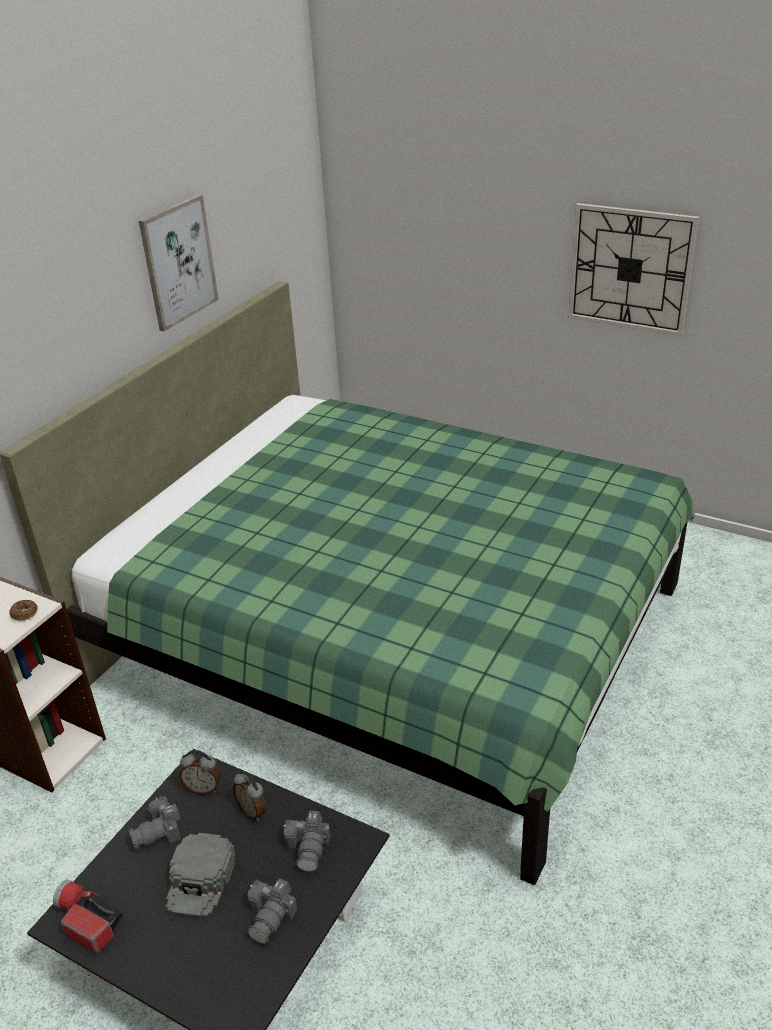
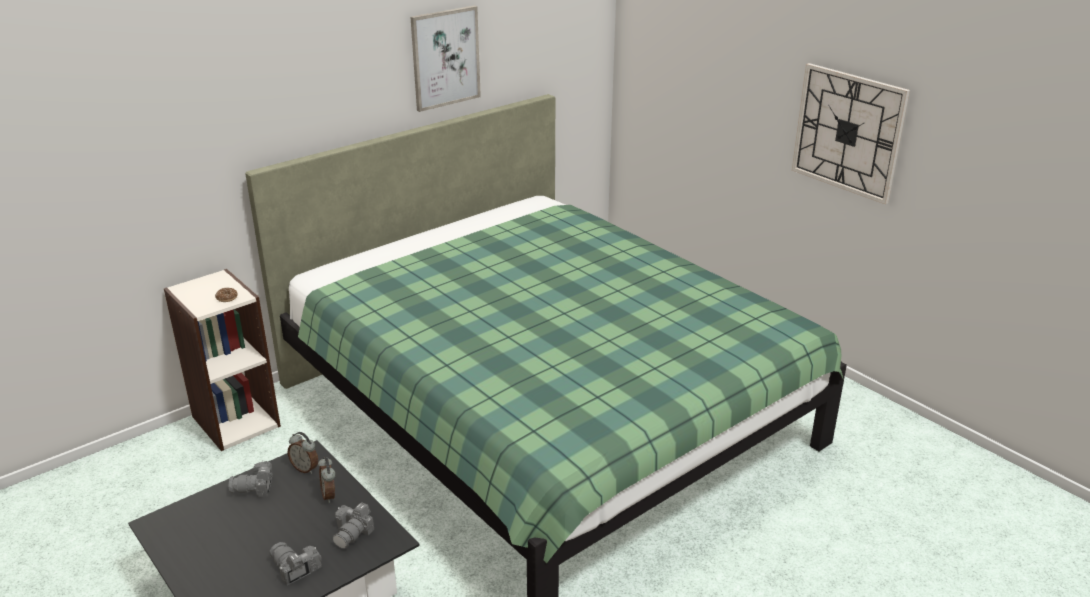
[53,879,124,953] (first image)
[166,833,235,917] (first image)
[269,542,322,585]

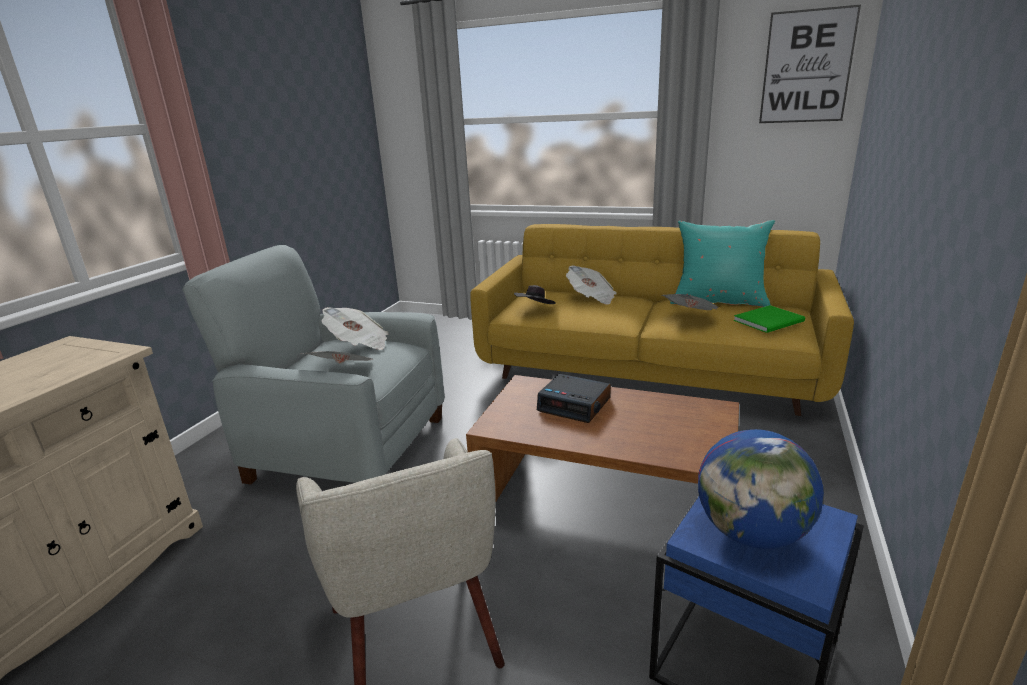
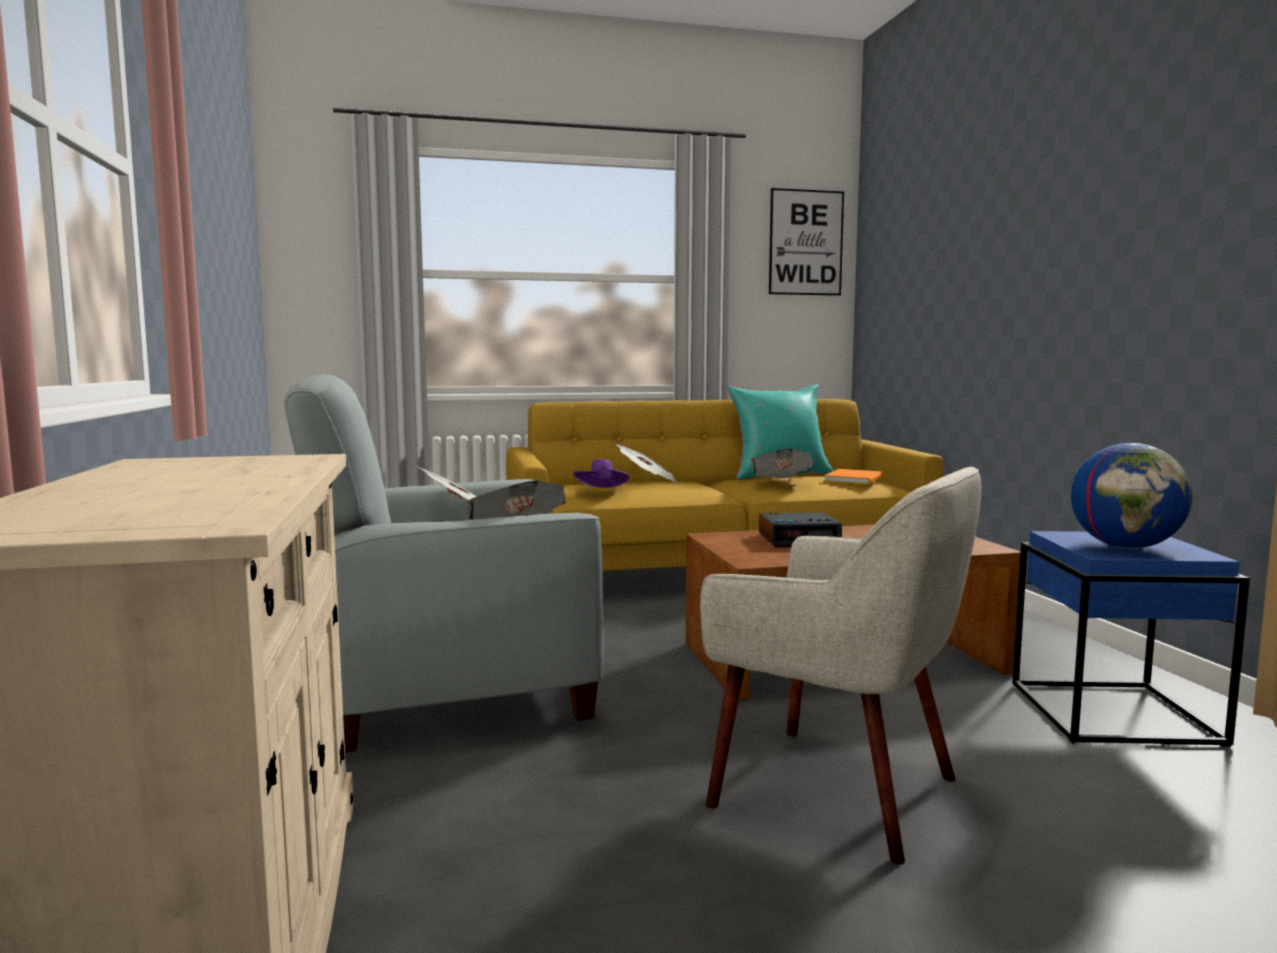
[573,459,629,488]
[824,469,883,484]

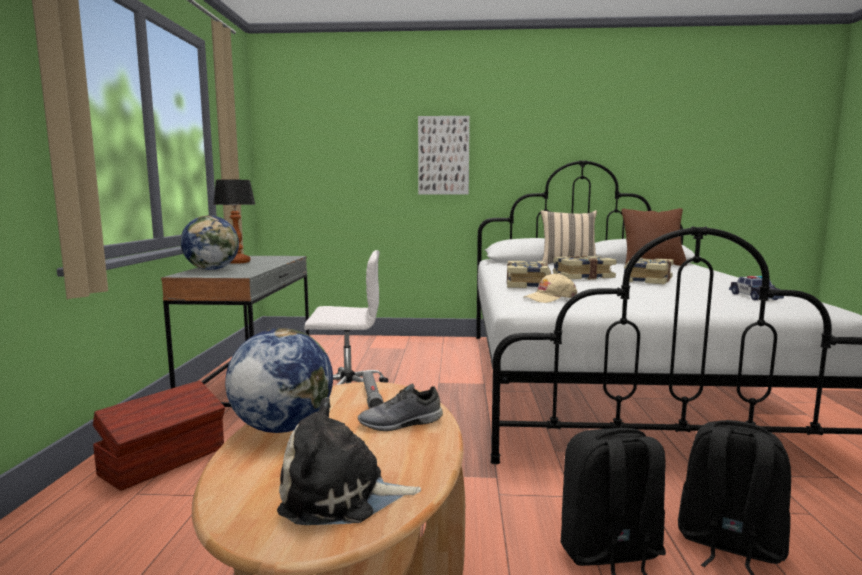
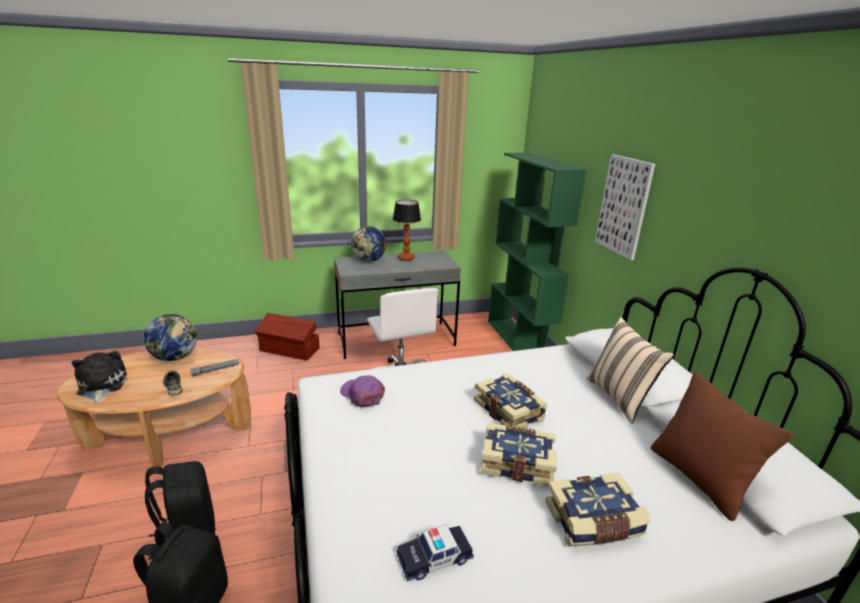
[488,153,586,351]
[545,473,650,547]
[340,375,385,408]

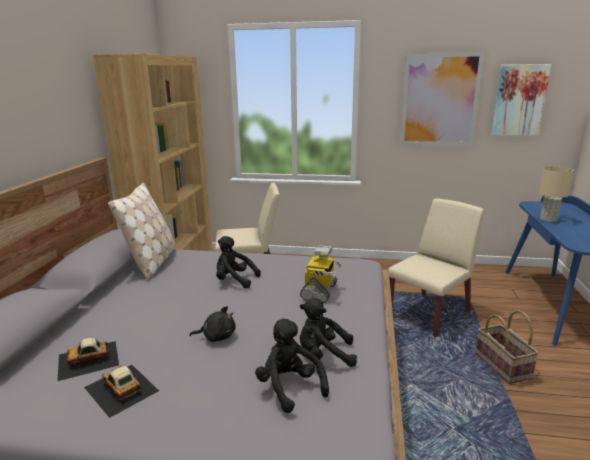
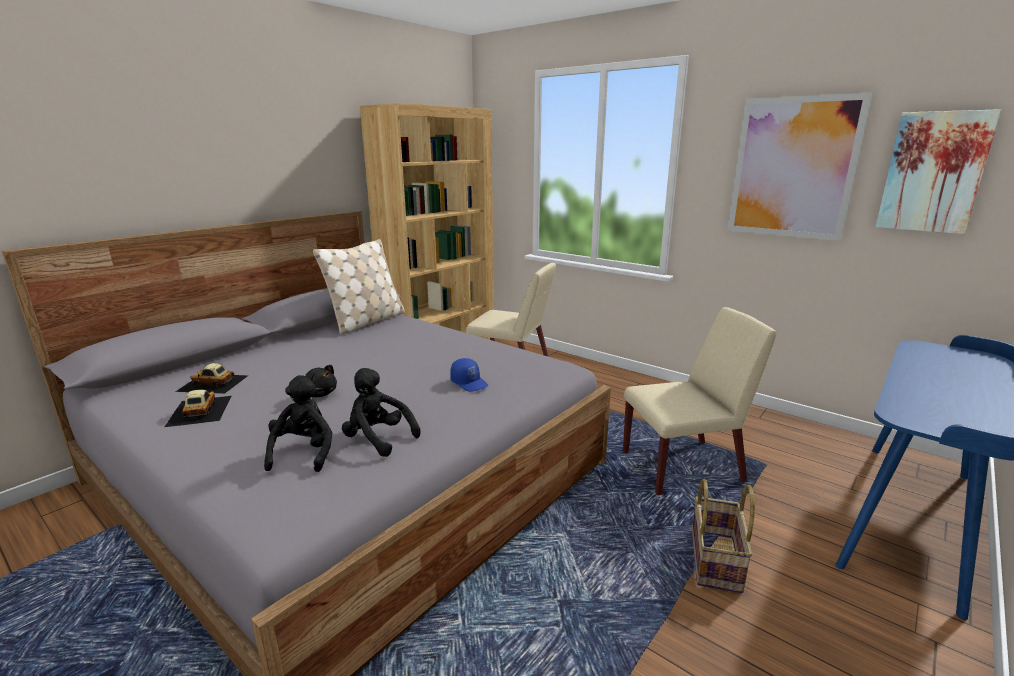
[216,236,261,288] (first image)
[539,166,574,222] (first image)
[450,358,488,392]

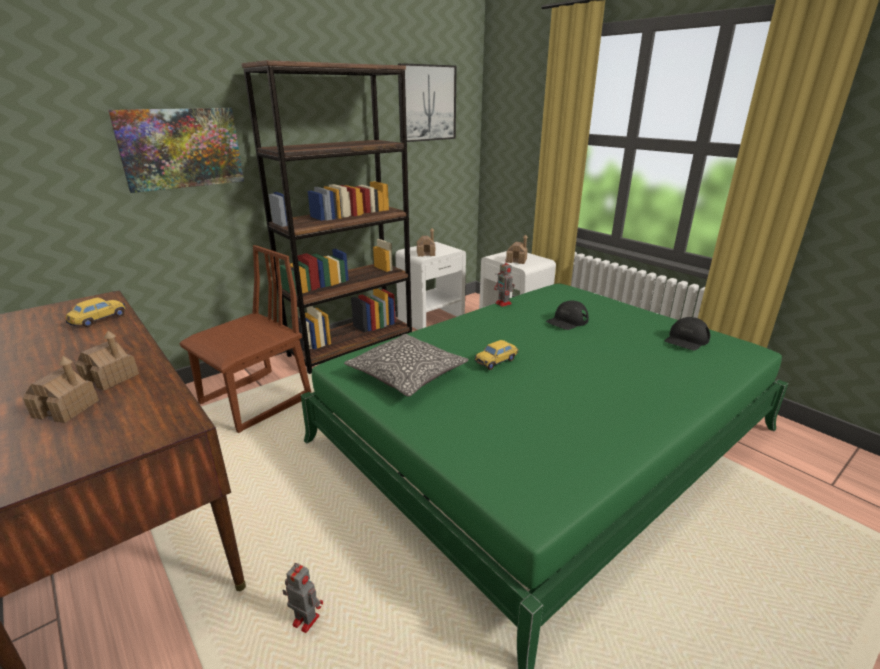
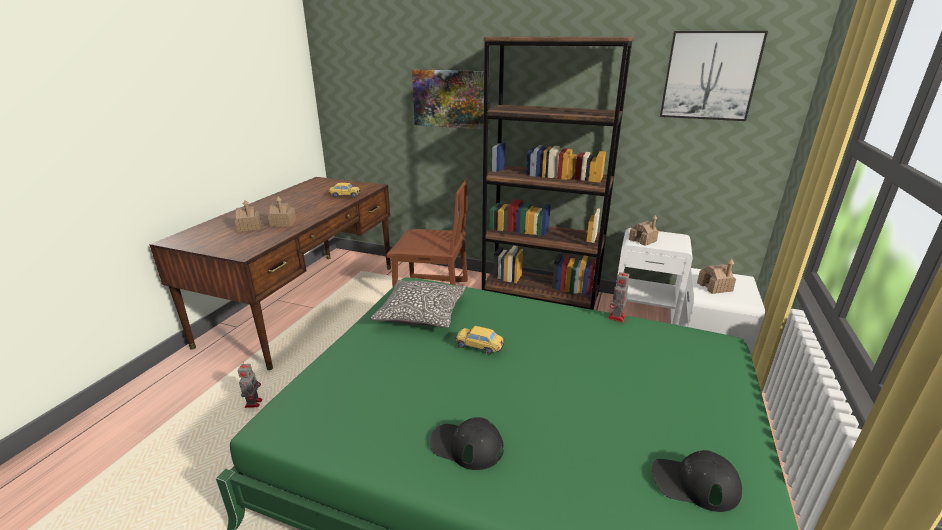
[430,417,504,470]

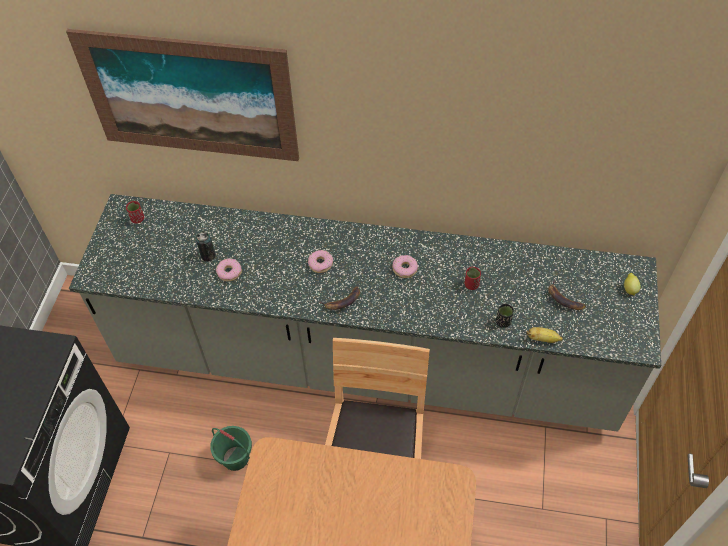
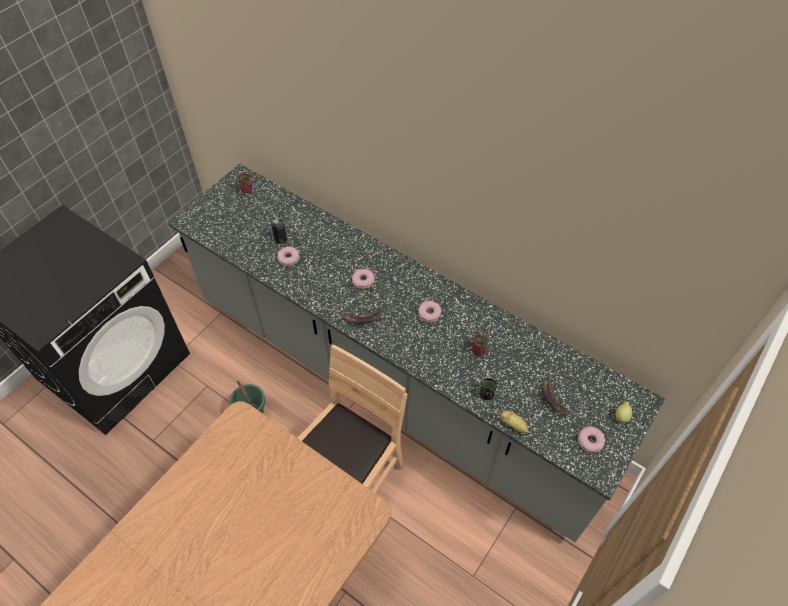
[66,29,299,161] (first image)
[578,426,605,453]

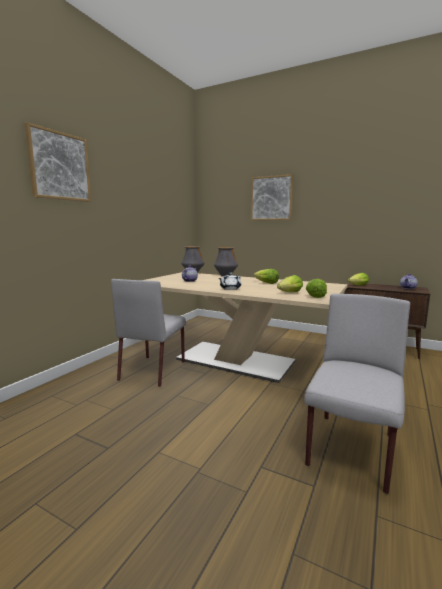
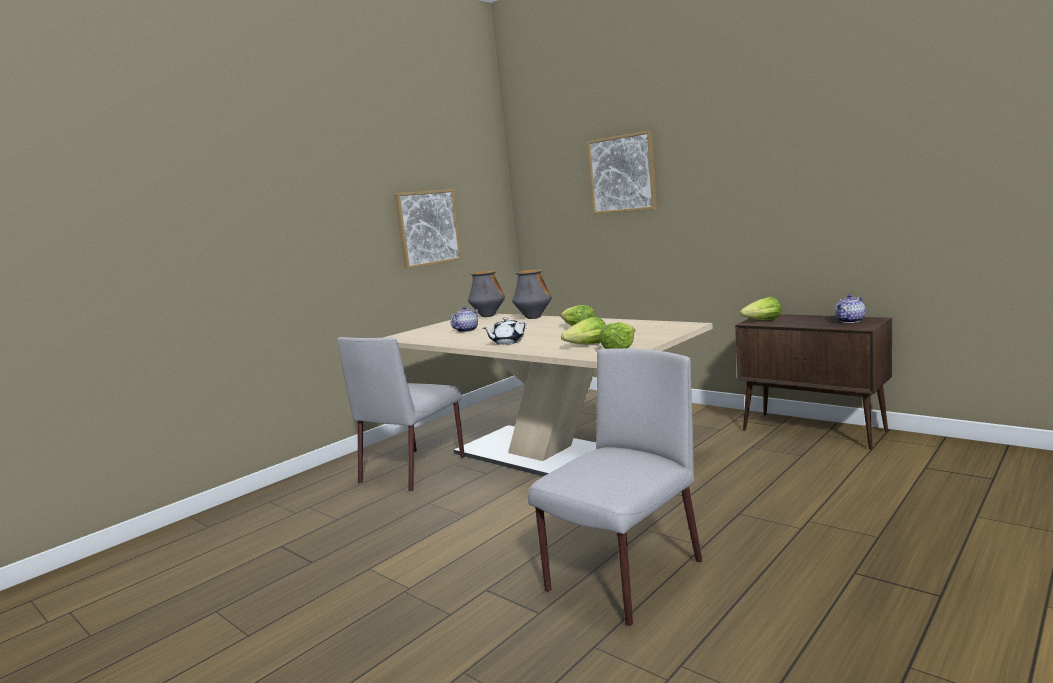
[394,189,462,269]

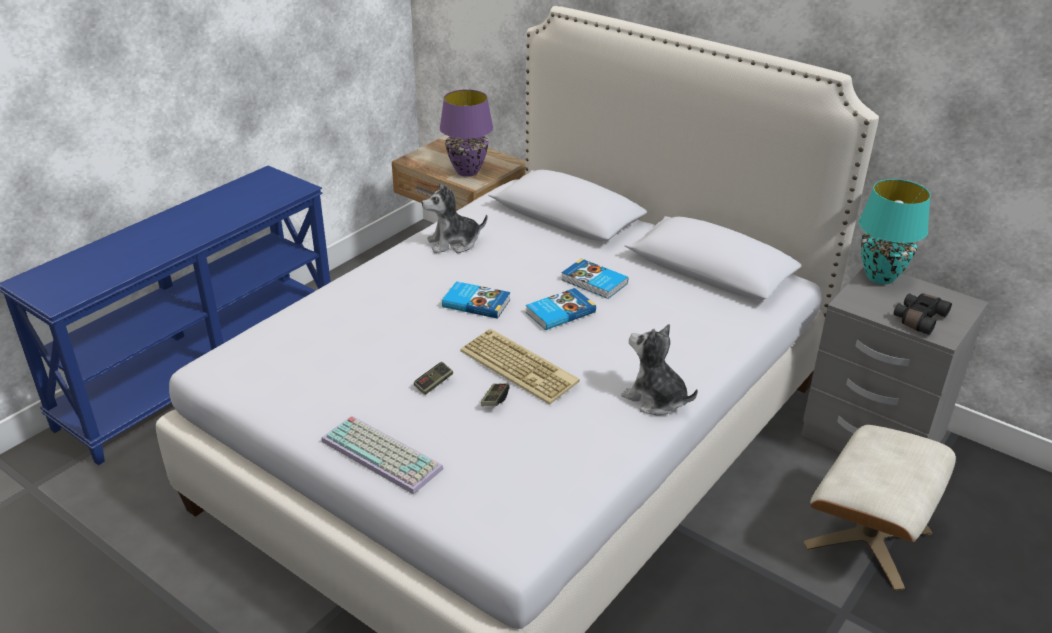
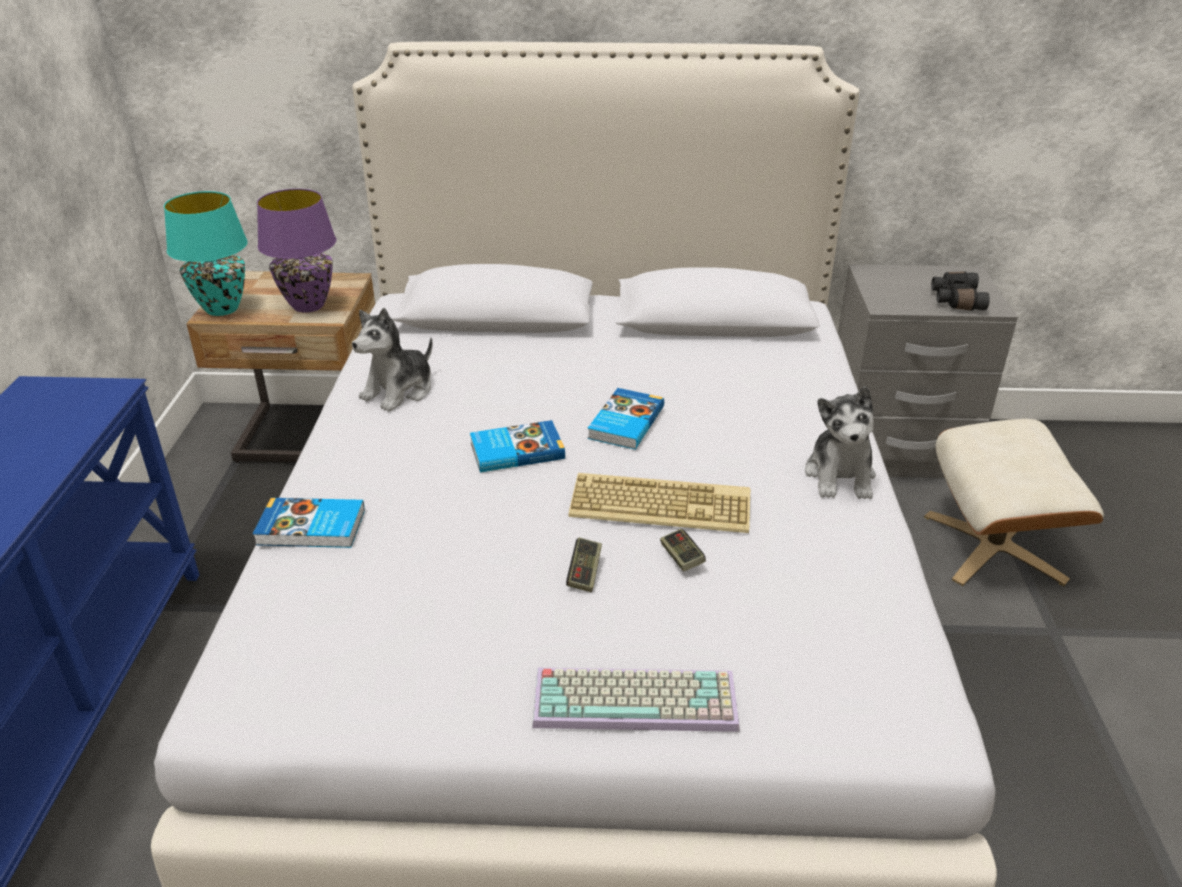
[253,498,365,548]
[164,191,248,316]
[805,386,876,499]

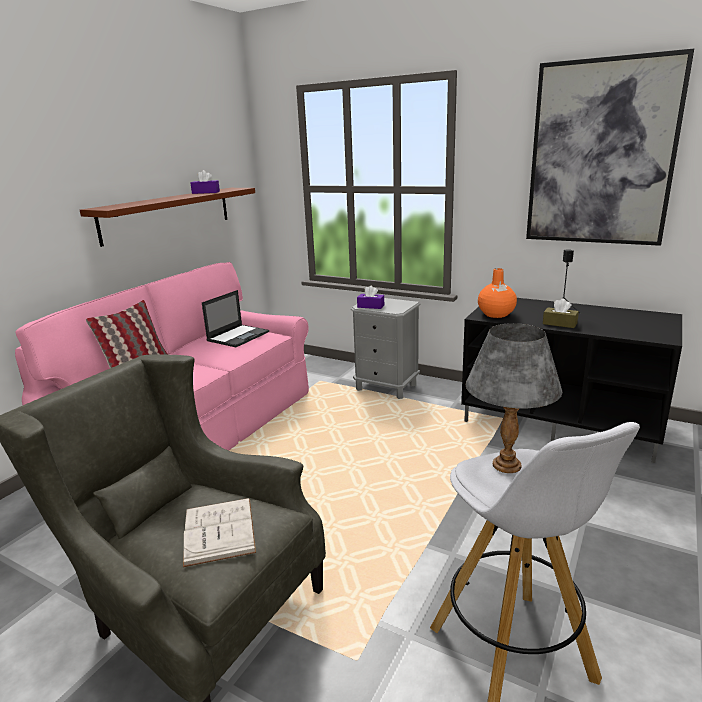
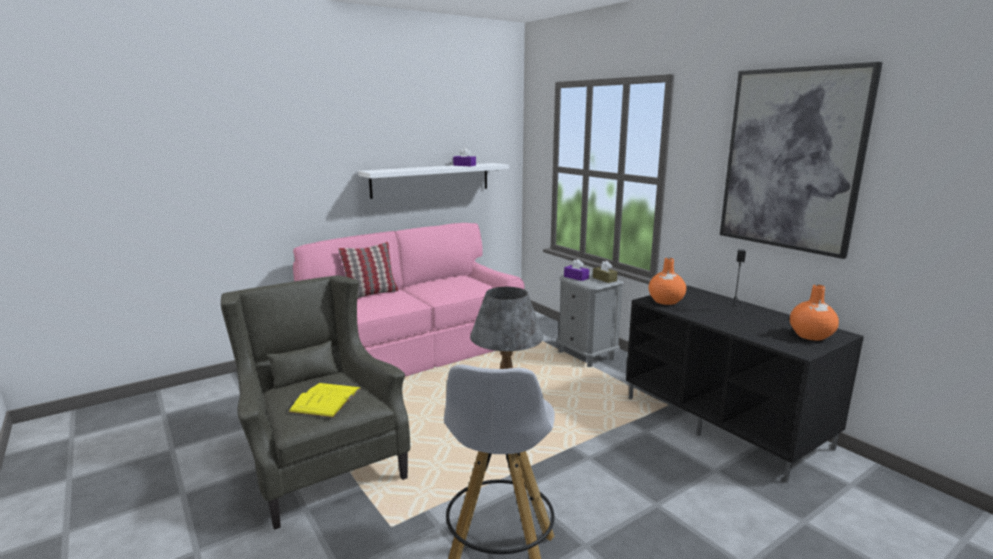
[202,290,269,347] (first image)
[790,285,839,341]
[593,260,617,283]
[358,163,509,199]
[289,383,361,418]

